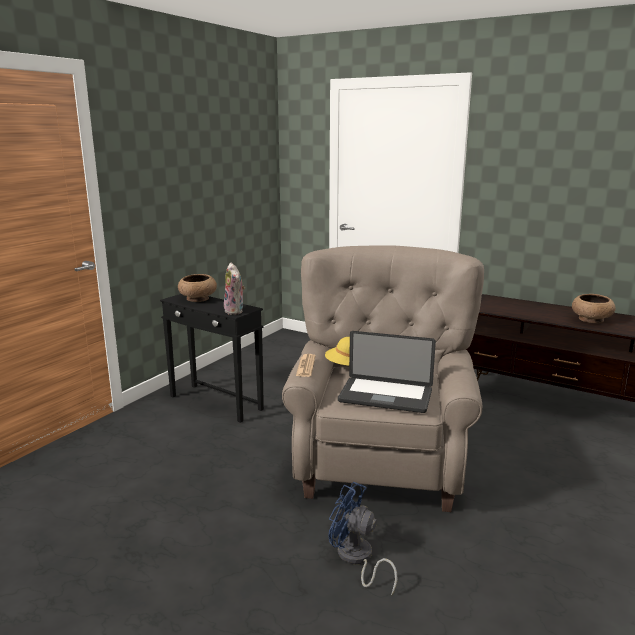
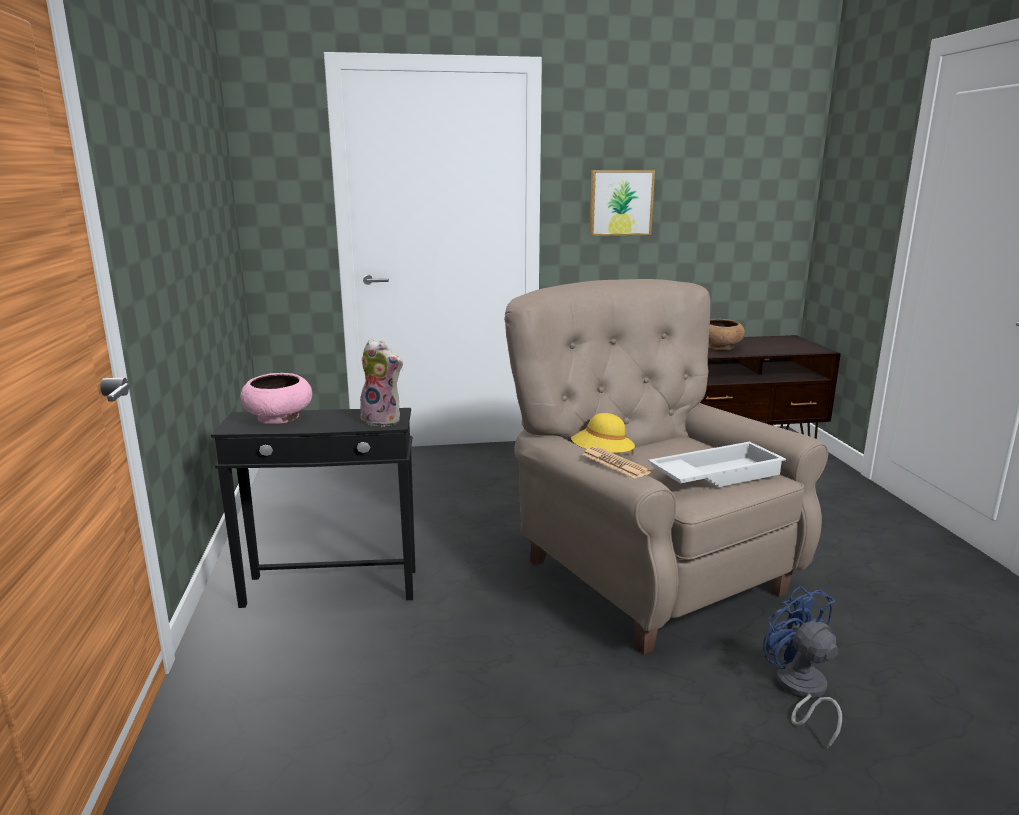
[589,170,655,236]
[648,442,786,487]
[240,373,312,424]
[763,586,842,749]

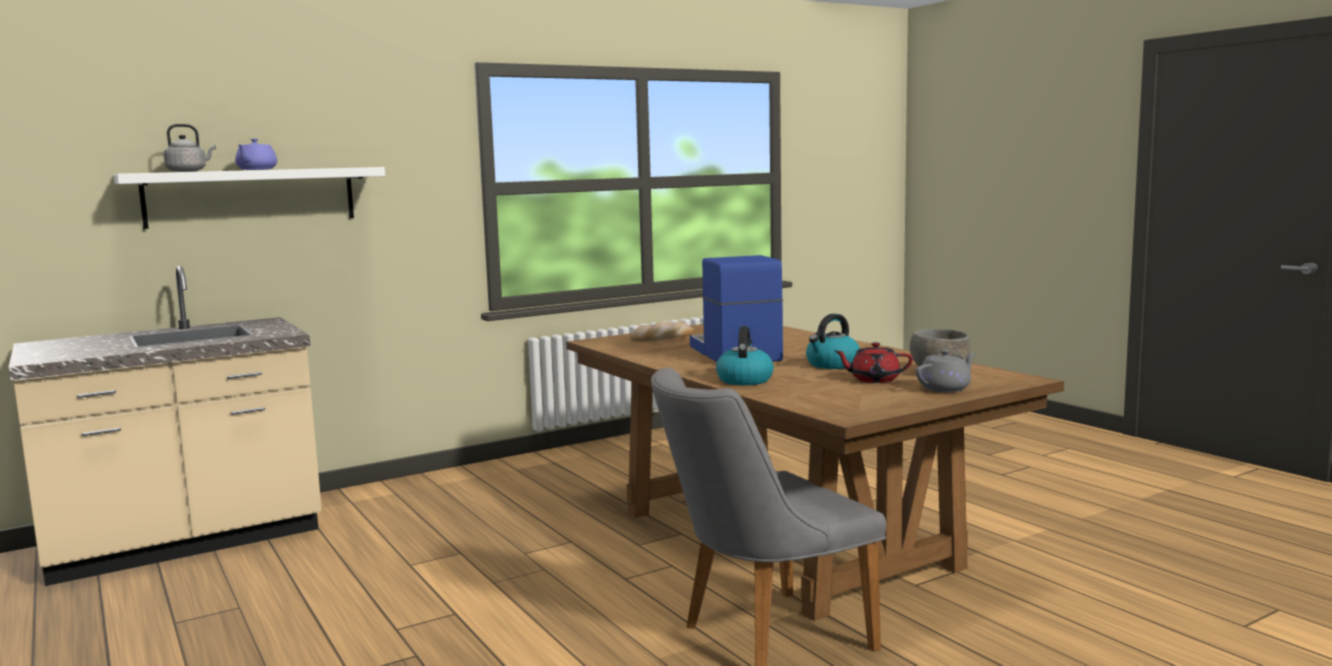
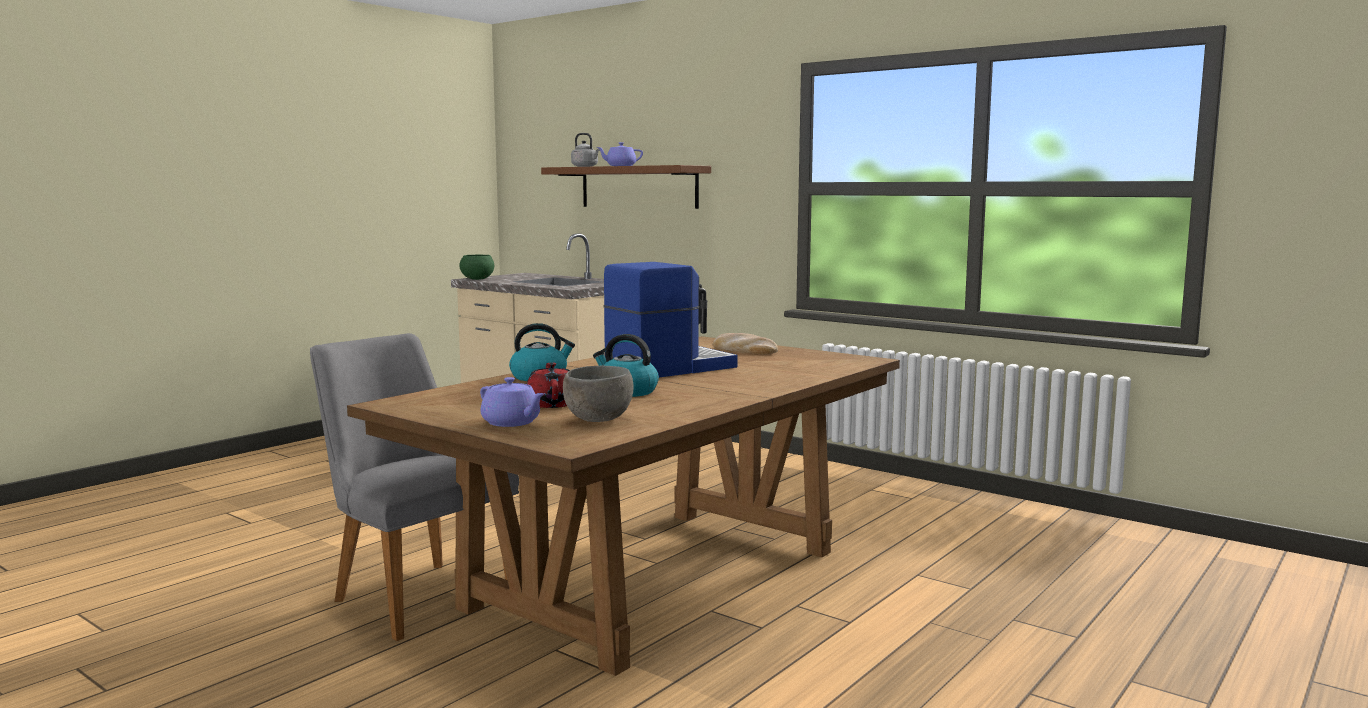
[459,254,494,280]
[541,165,711,209]
[480,377,544,427]

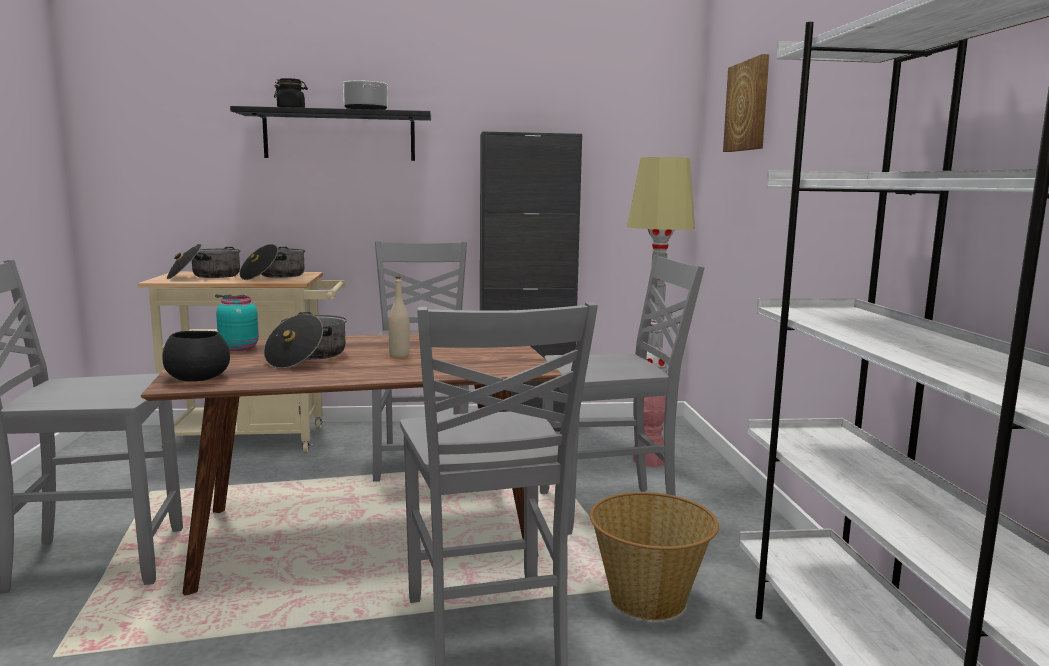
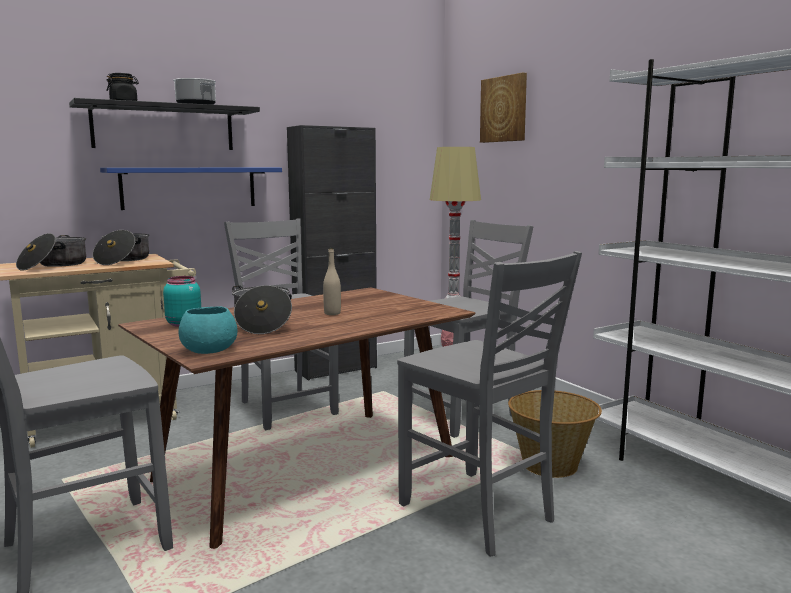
[100,168,282,210]
[179,306,238,354]

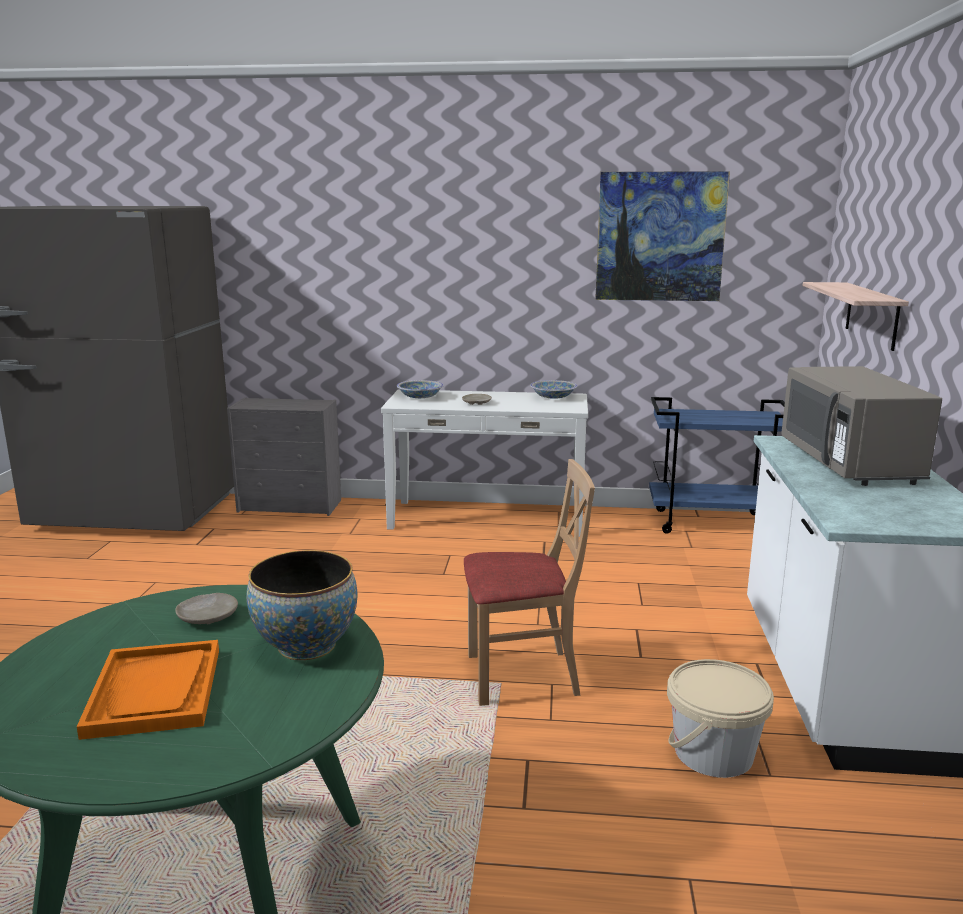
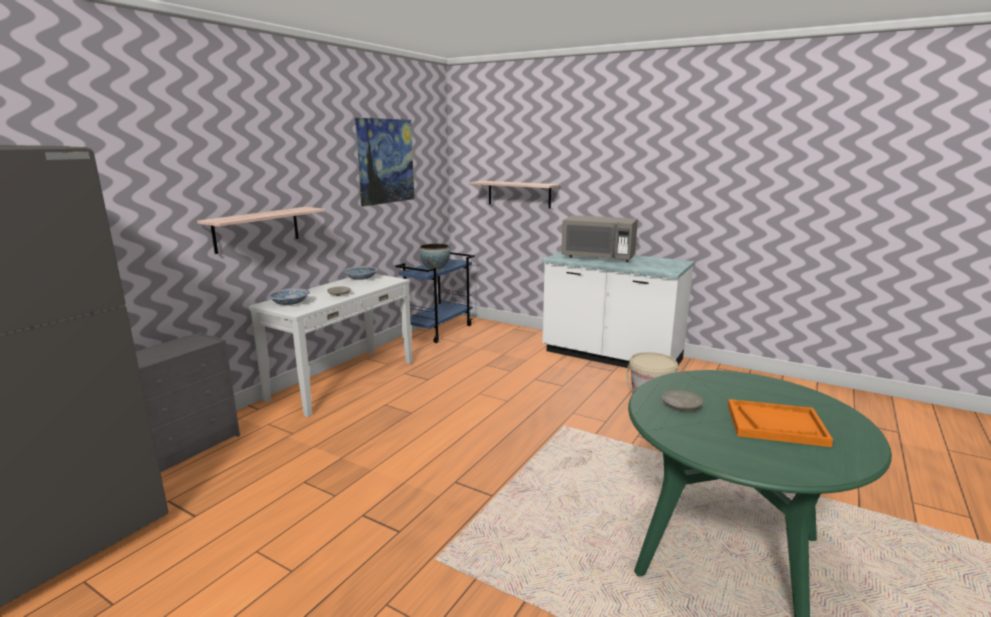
[464,459,595,706] (first image)
[197,207,325,254]
[419,244,450,271]

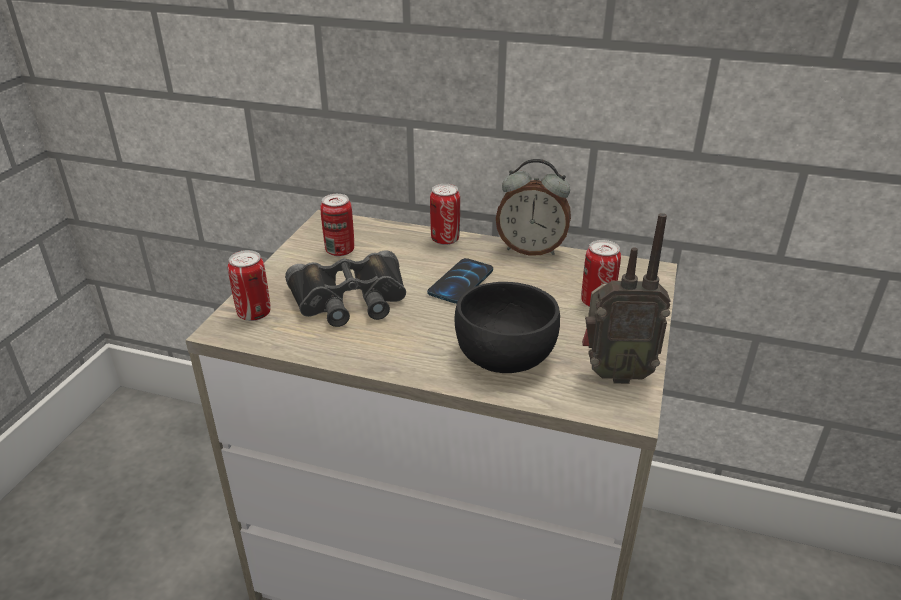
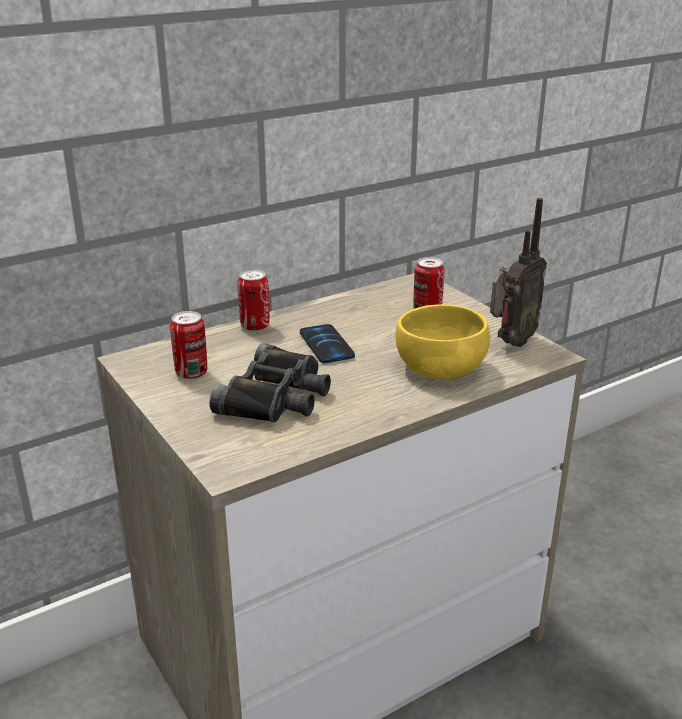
[228,250,271,321] (first image)
[496,159,571,256] (first image)
[395,304,490,380]

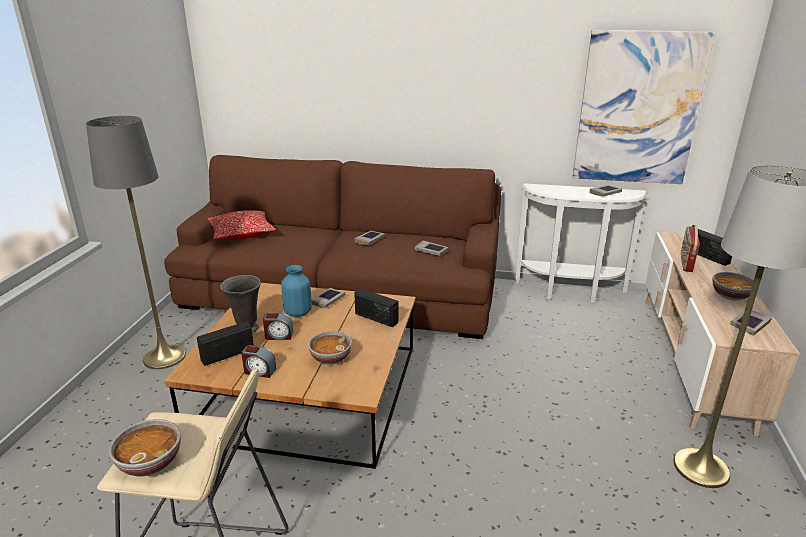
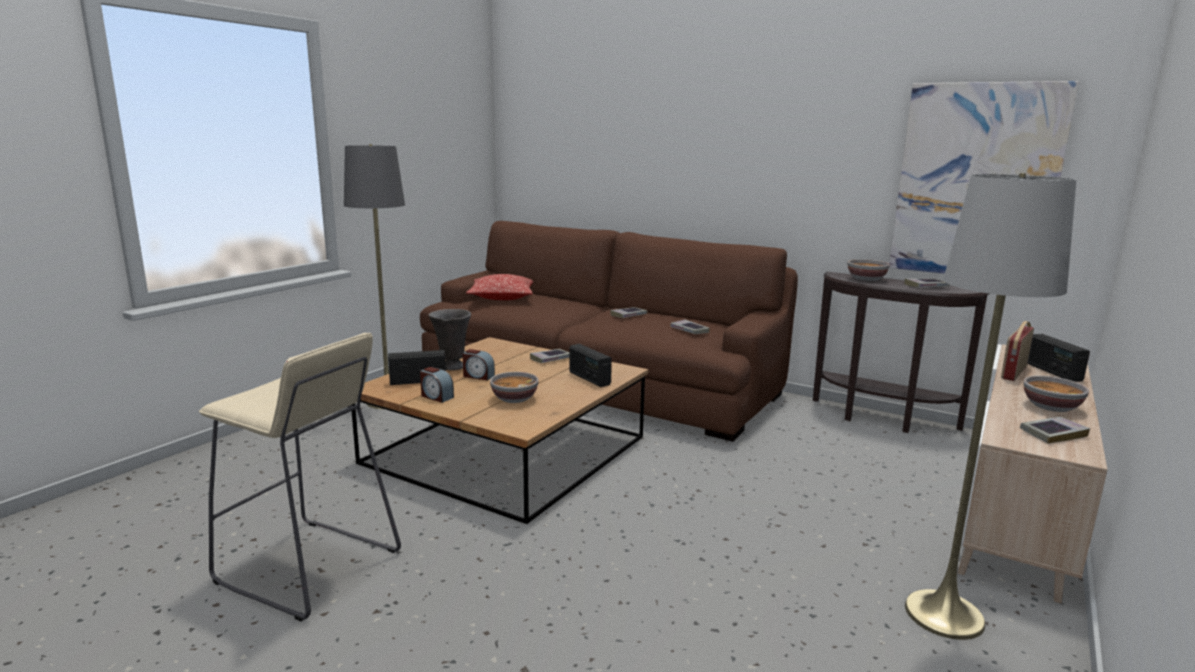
[281,265,312,317] (first image)
[848,259,890,281]
[813,272,989,433]

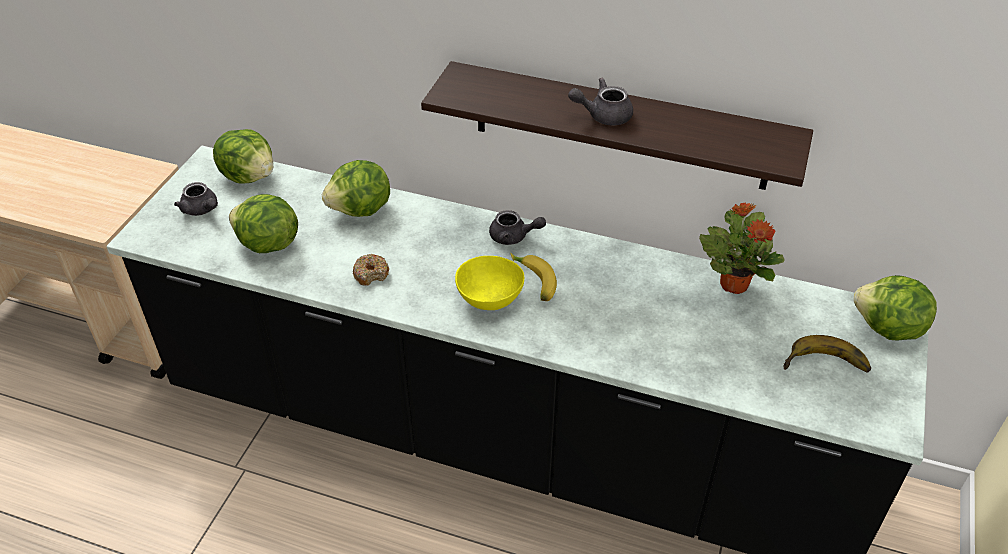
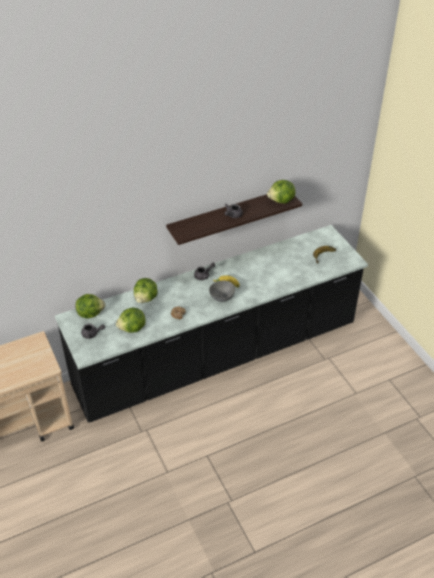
[699,203,785,294] (first image)
[267,180,296,203]
[209,280,235,302]

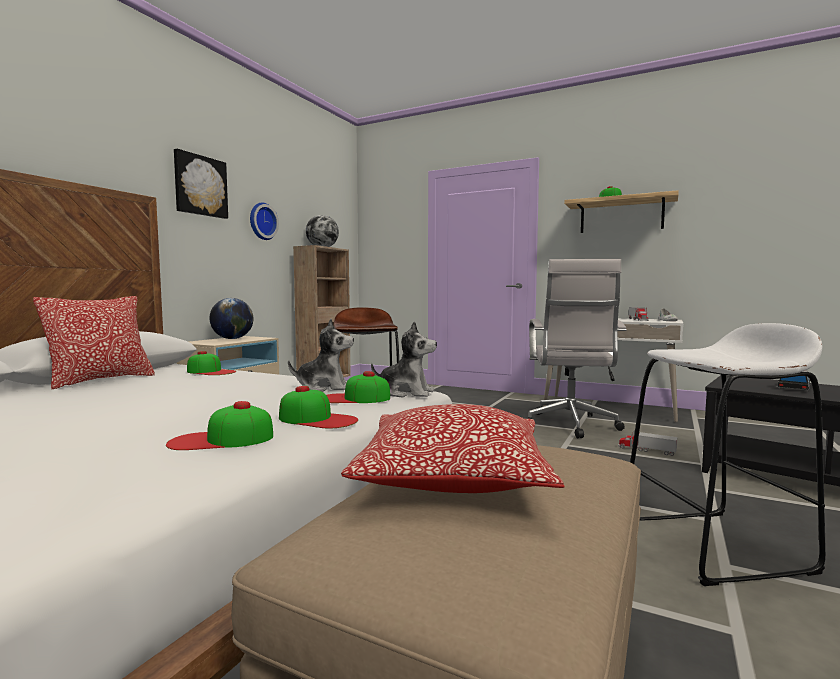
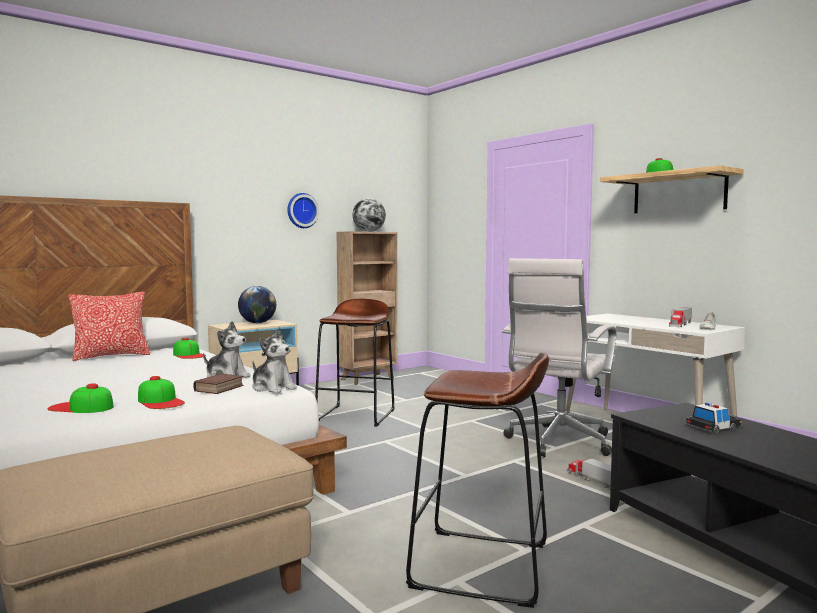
[174,149,228,219] (first image)
[341,404,565,493] (first image)
[193,374,243,394]
[406,352,549,608]

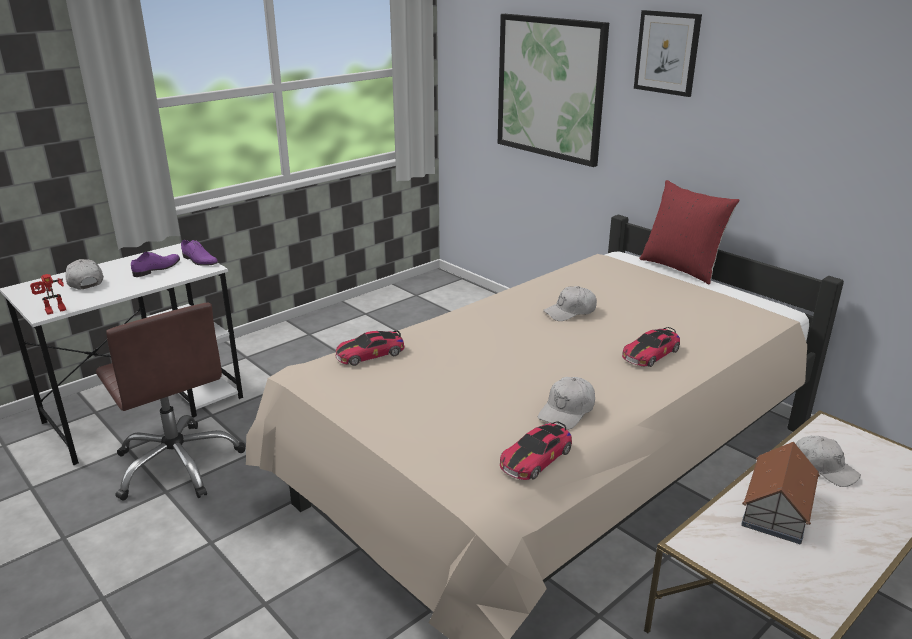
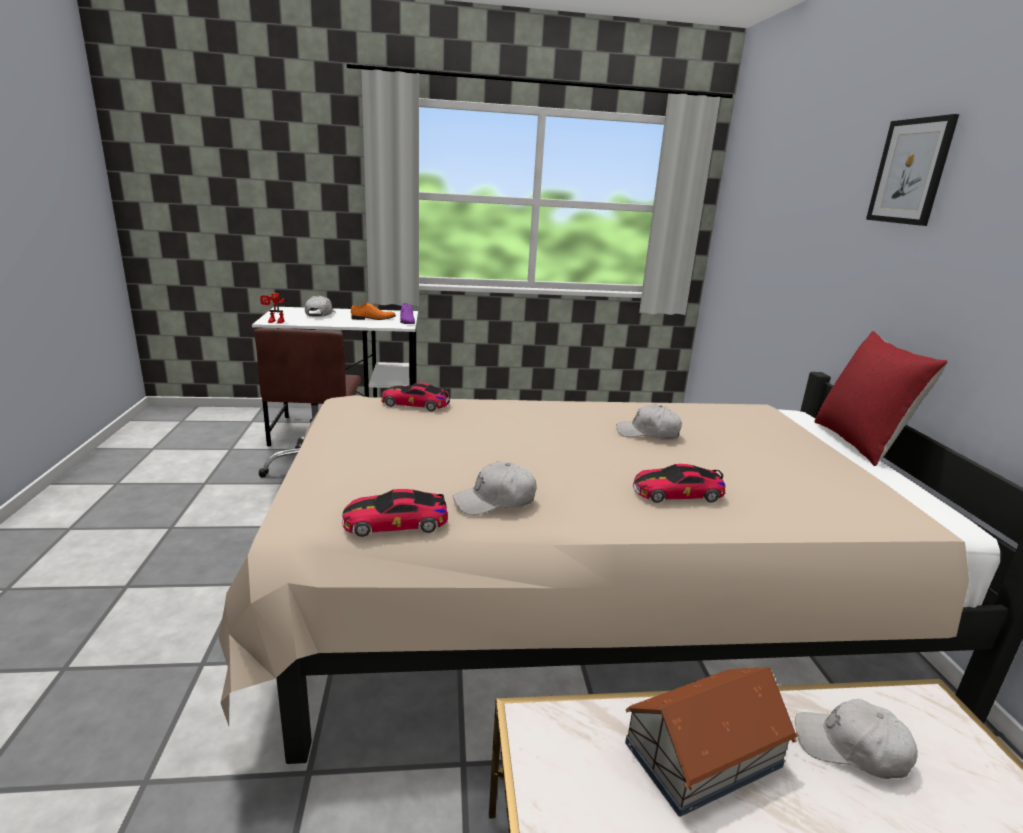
[498,14,609,167] (first image)
[351,302,396,320]
[795,699,918,779]

